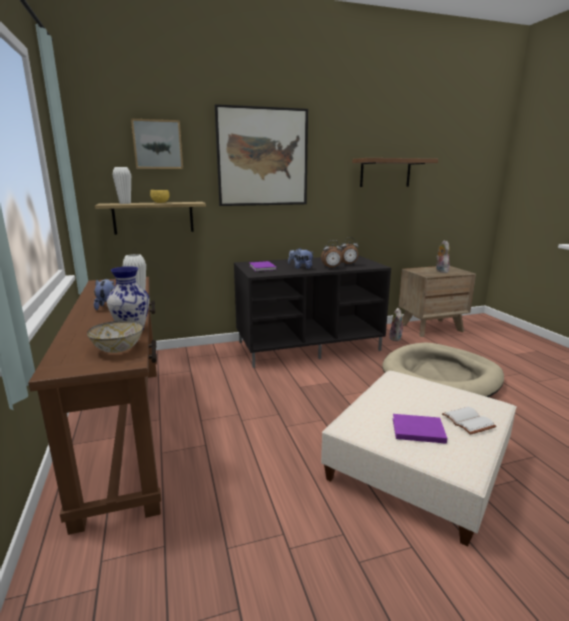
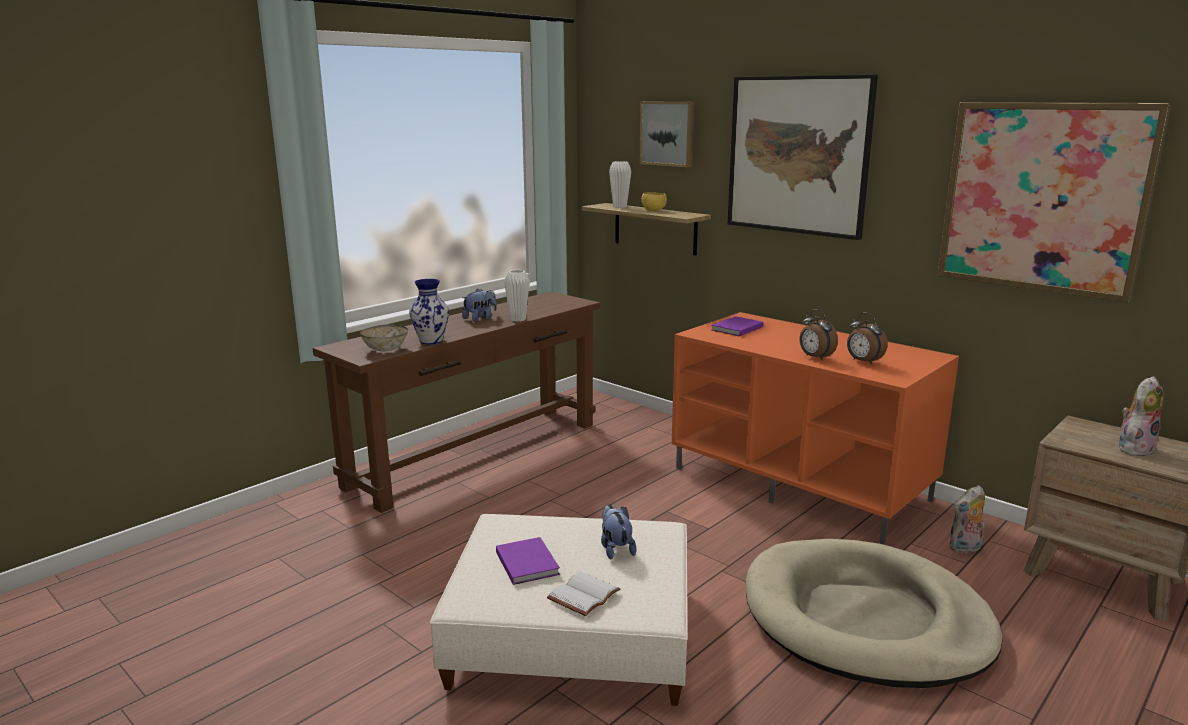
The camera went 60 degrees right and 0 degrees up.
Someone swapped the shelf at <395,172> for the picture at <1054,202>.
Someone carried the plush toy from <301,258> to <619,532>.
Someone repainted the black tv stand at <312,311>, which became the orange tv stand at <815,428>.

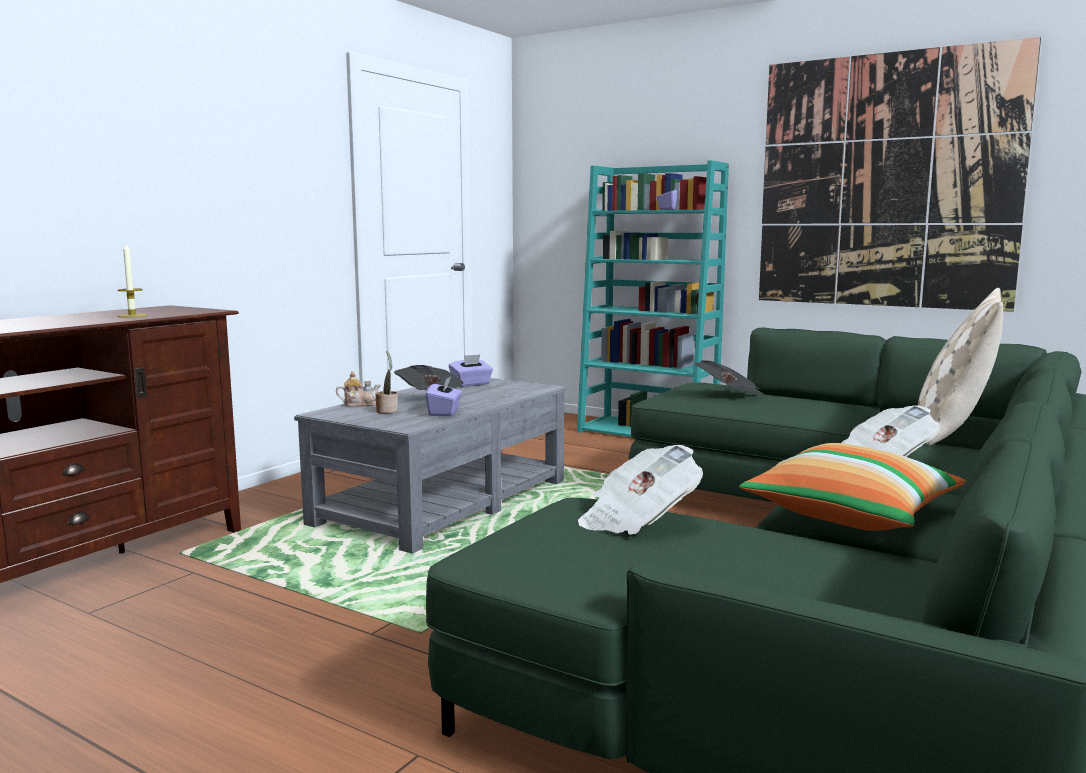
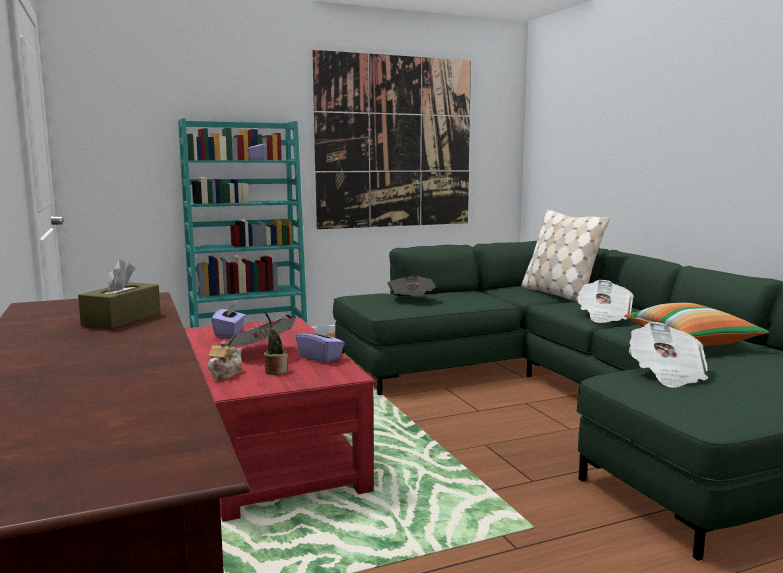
The camera went 55 degrees left and 0 degrees up.
Someone swapped the candle at <132,280> for the brown tissue box at <119,294>.
Someone repainted the grey coffee table at <430,466>, which became the red coffee table at <280,420>.

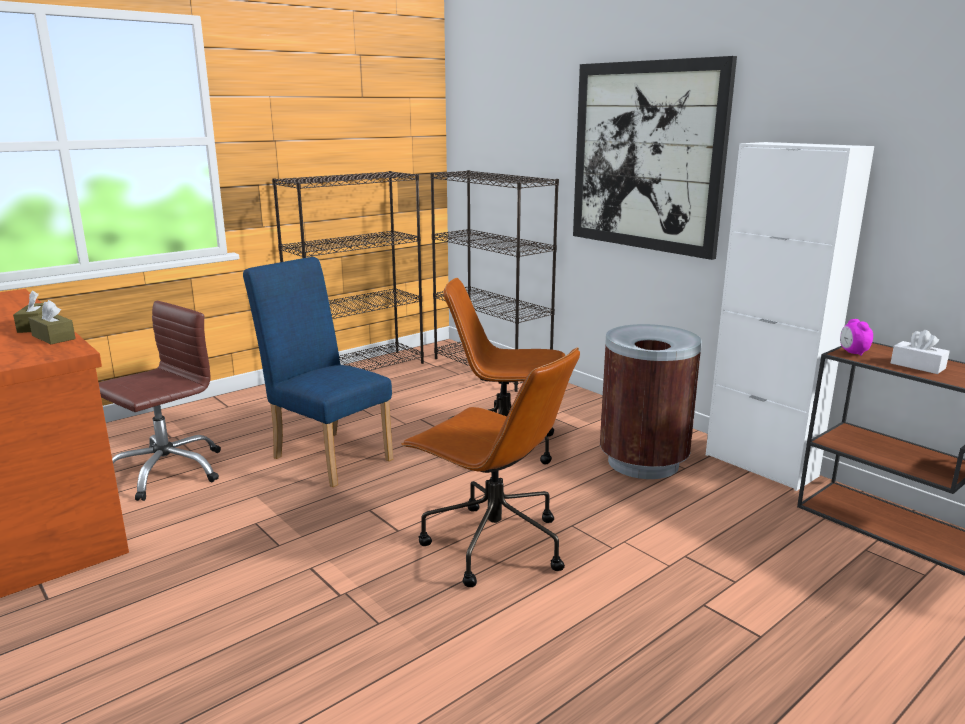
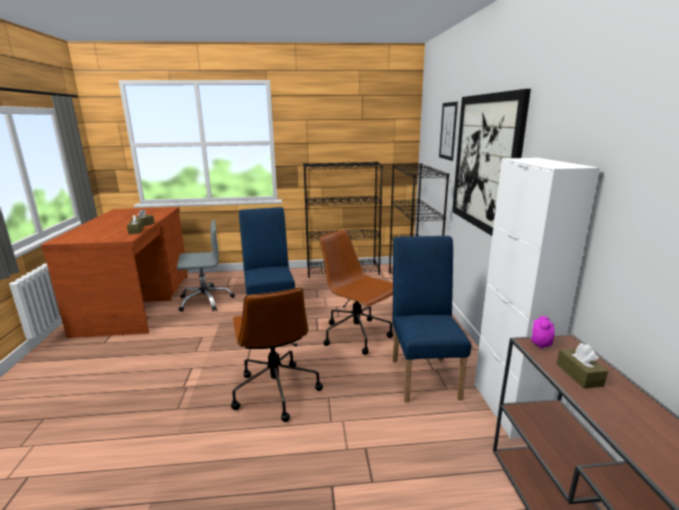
The camera went 35 degrees right and 0 degrees up.
Someone repainted the brown office chair at <160,401>, which became the grey office chair at <206,266>.
Someone swapped the brown trash can at <651,401> for the blue chair at <431,319>.
Someone repainted the white tissue box at <920,352>, which became the brown tissue box at <582,366>.
Someone put up the picture at <448,131>.

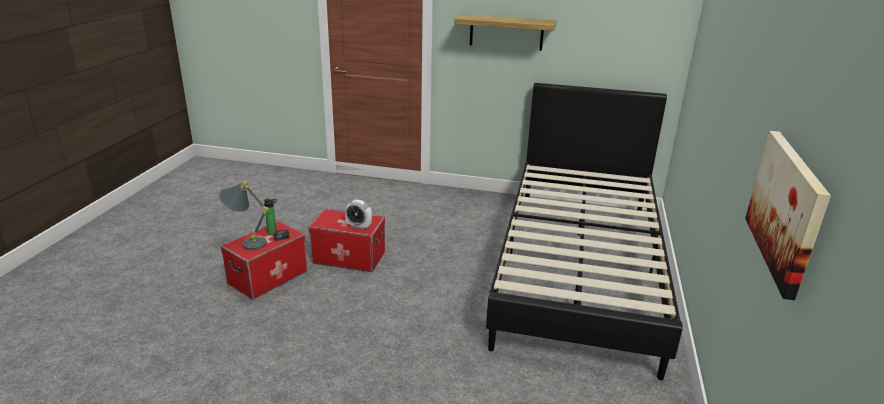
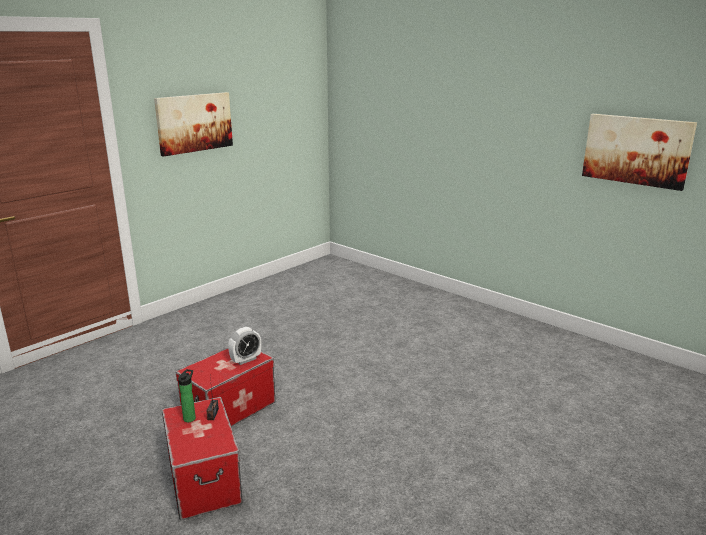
The camera went 60 degrees left and 5 degrees down.
Someone swapped the shelf at <505,32> for the picture at <193,124>.
Someone took away the black bed at <584,231>.
Someone took away the grey table lamp at <244,215>.

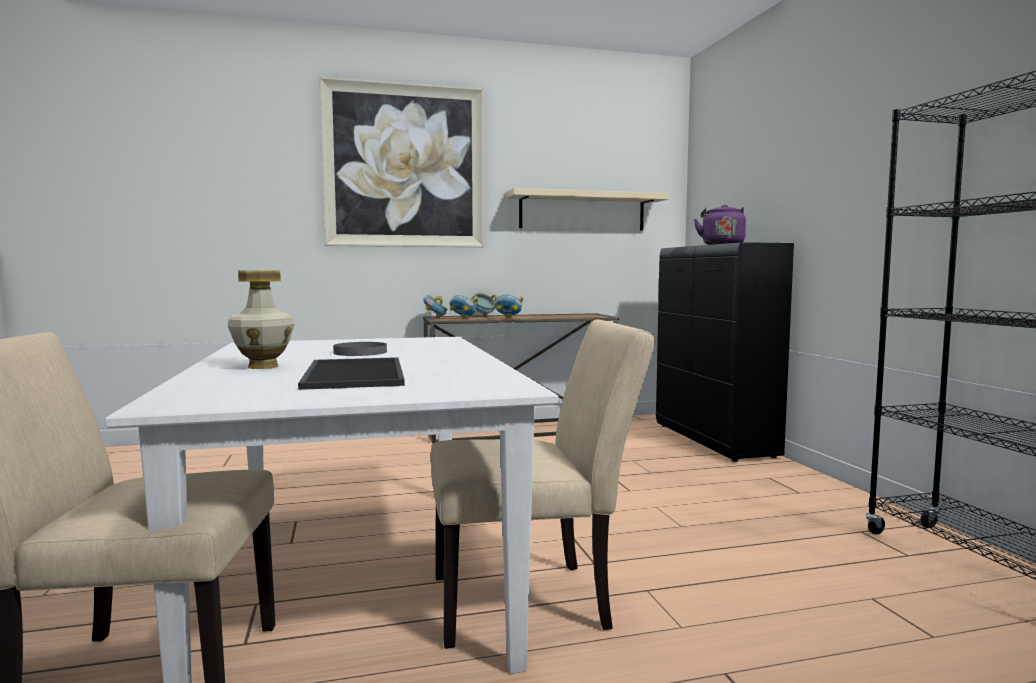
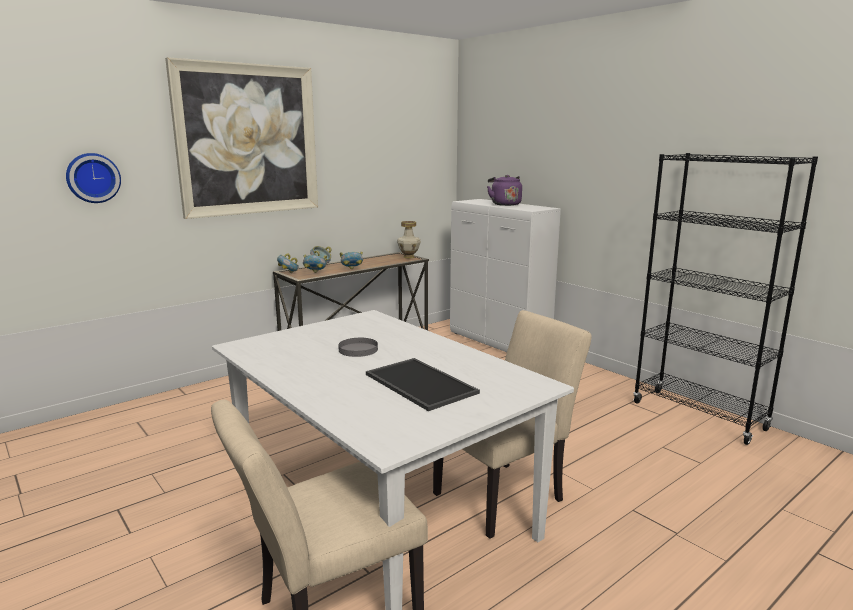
The camera went 25 degrees left and 10 degrees up.
Someone took away the beige shelf at <587,209>.
Someone repainted the black cabinet at <725,352>, which became the white cabinet at <505,275>.
Someone carried the vase from <261,319> to <409,240>.
Someone put up the wall clock at <93,178>.

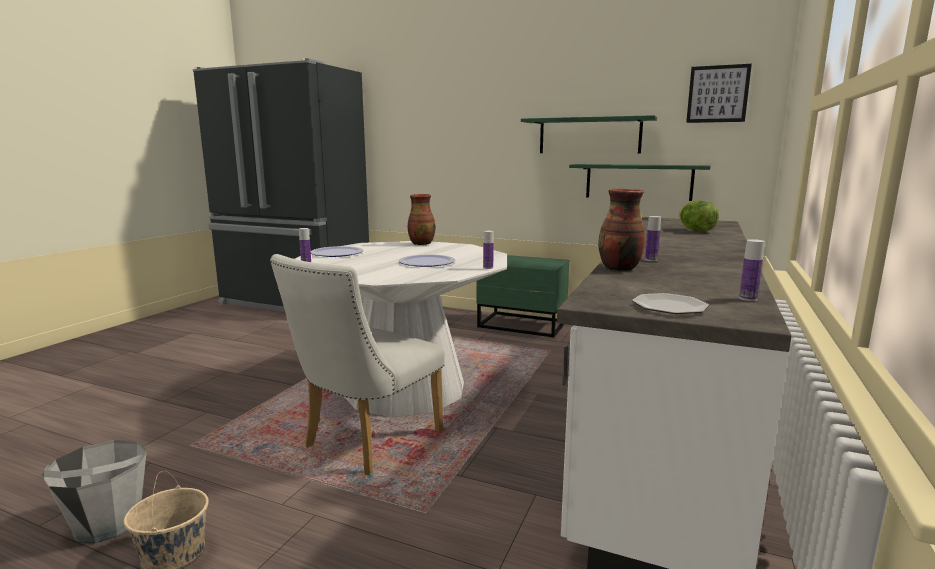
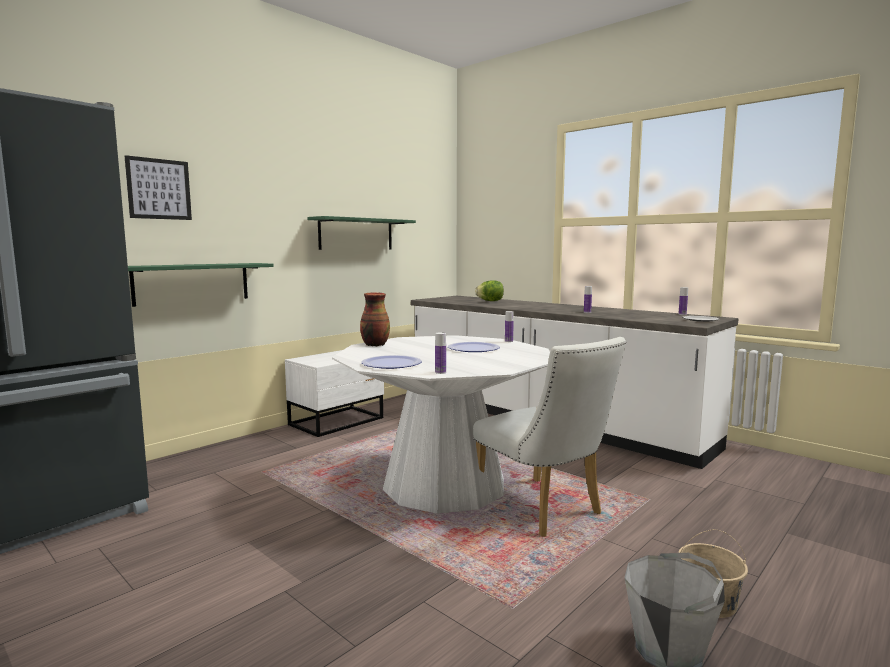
The camera went 70 degrees left and 5 degrees down.
Someone carried the picture from <719,93> to <158,187>.
Someone carried the green shelf from <639,182> to <201,285>.
Someone took away the vase at <621,230>.
Someone repainted the green nightstand at <523,296>, which became the white nightstand at <334,393>.

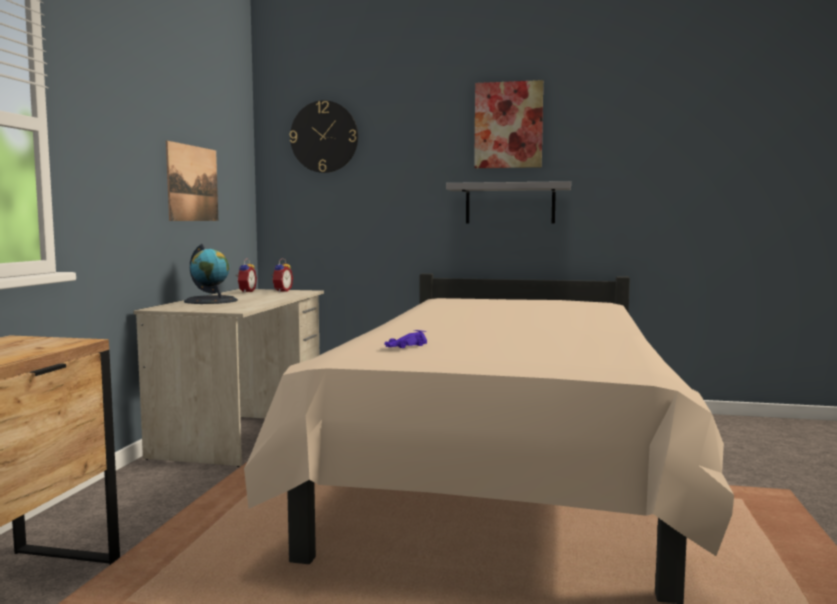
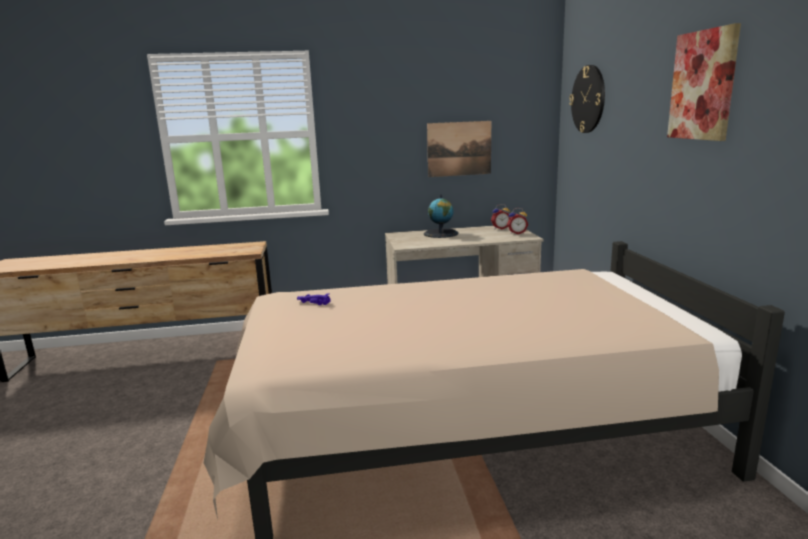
The camera went 70 degrees right and 10 degrees up.
Someone took away the grey shelf at <508,202>.

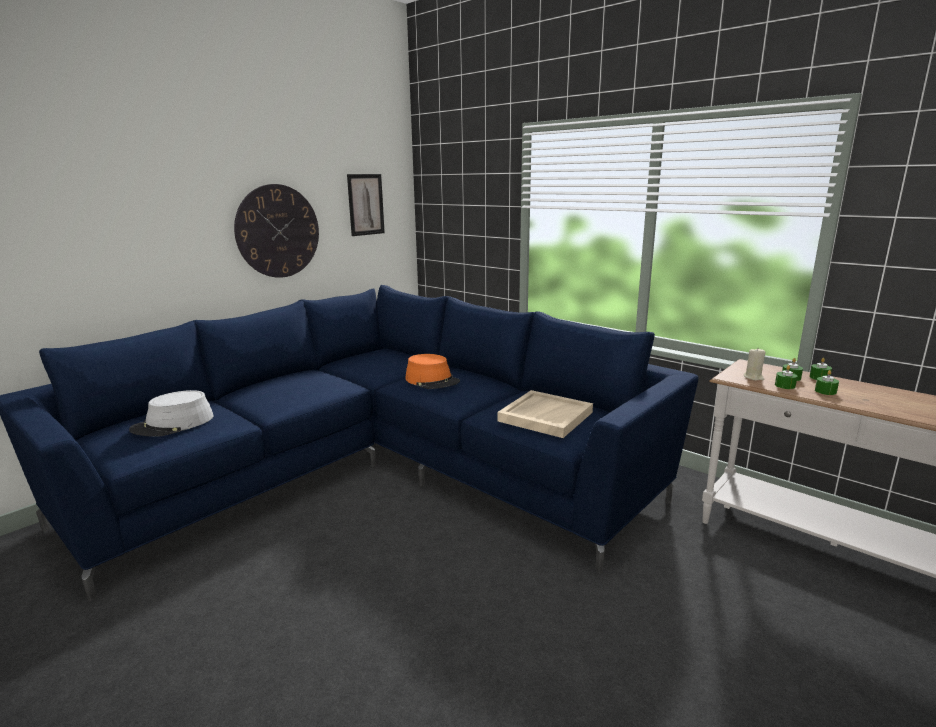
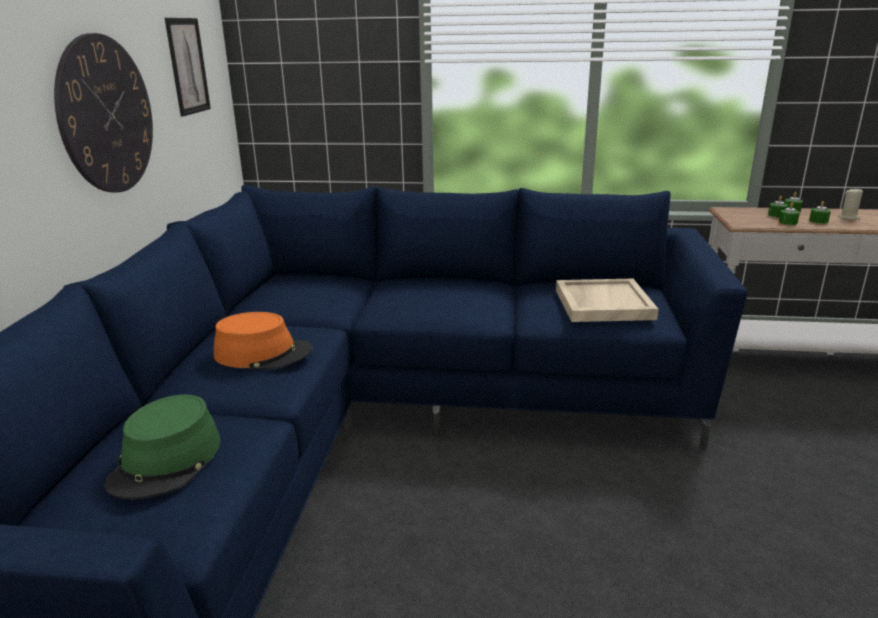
The camera went 35 degrees left and 5 degrees up.
Someone carried the beige candle from <755,364> to <850,204>.
Someone carried the orange hat from <432,371> to <263,341>.
Someone repainted the grey hat at <171,413>, which became the green hat at <163,447>.

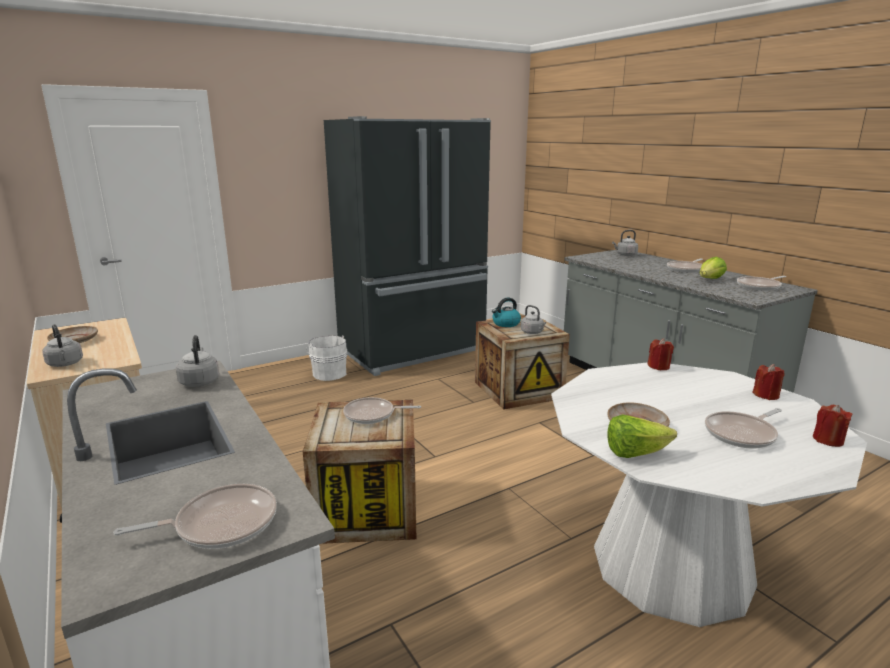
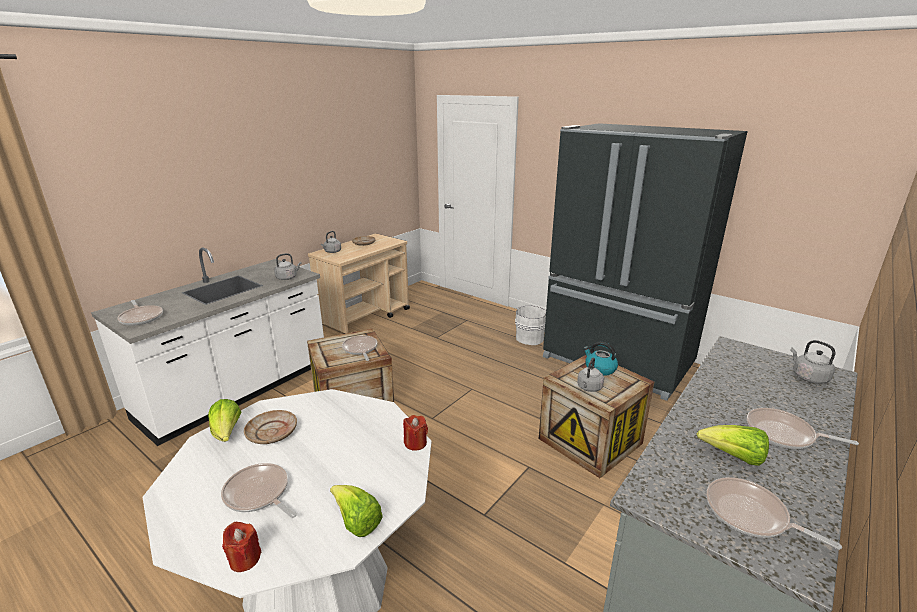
The camera went 70 degrees right and 5 degrees up.
Someone swapped the red candle at <769,382> for the lettuce at <356,511>.

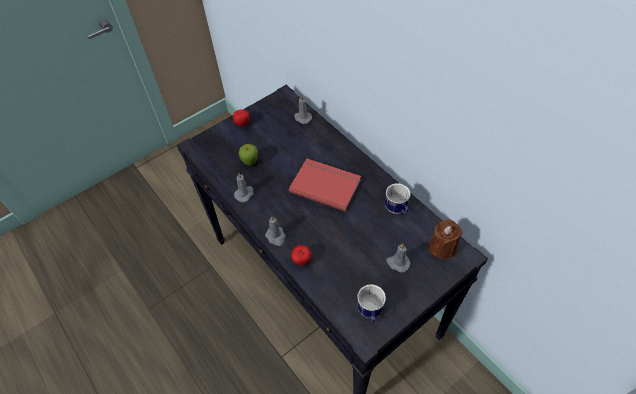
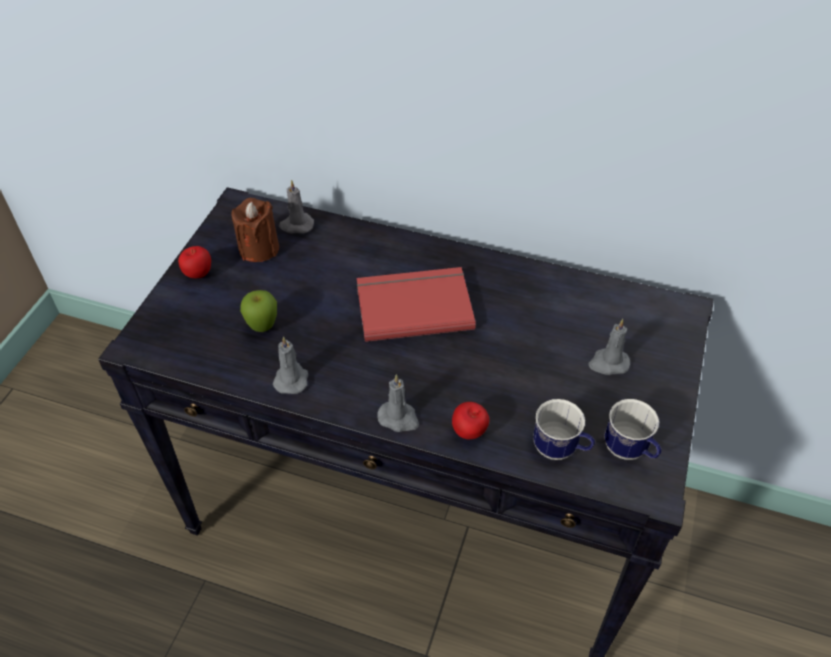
The camera went 35 degrees left and 5 degrees down.
Someone carried the mug from <397,198> to <564,429>.
Someone carried the brown candle from <446,239> to <255,230>.

